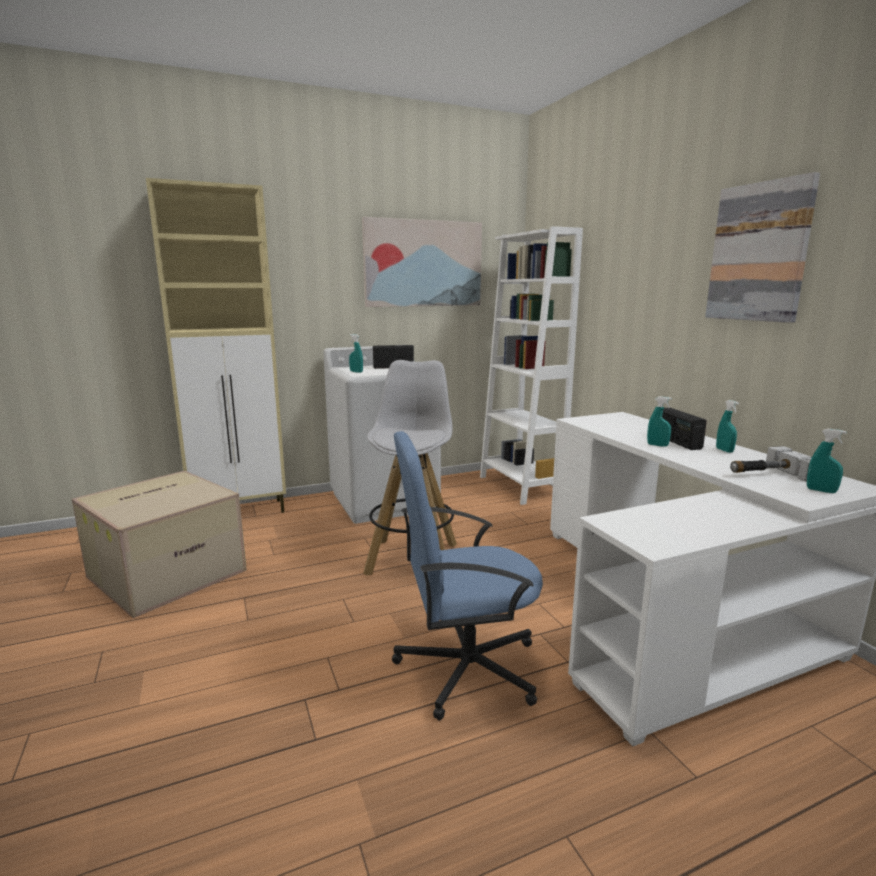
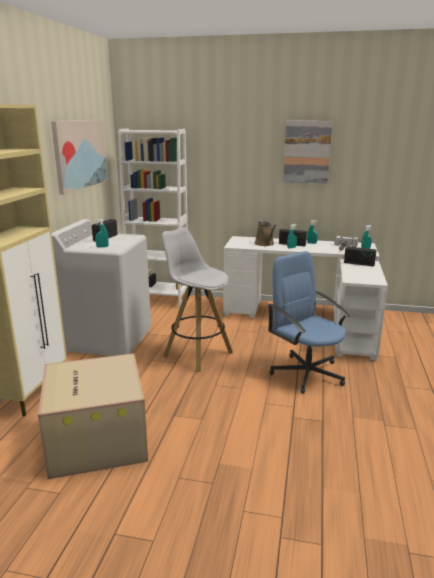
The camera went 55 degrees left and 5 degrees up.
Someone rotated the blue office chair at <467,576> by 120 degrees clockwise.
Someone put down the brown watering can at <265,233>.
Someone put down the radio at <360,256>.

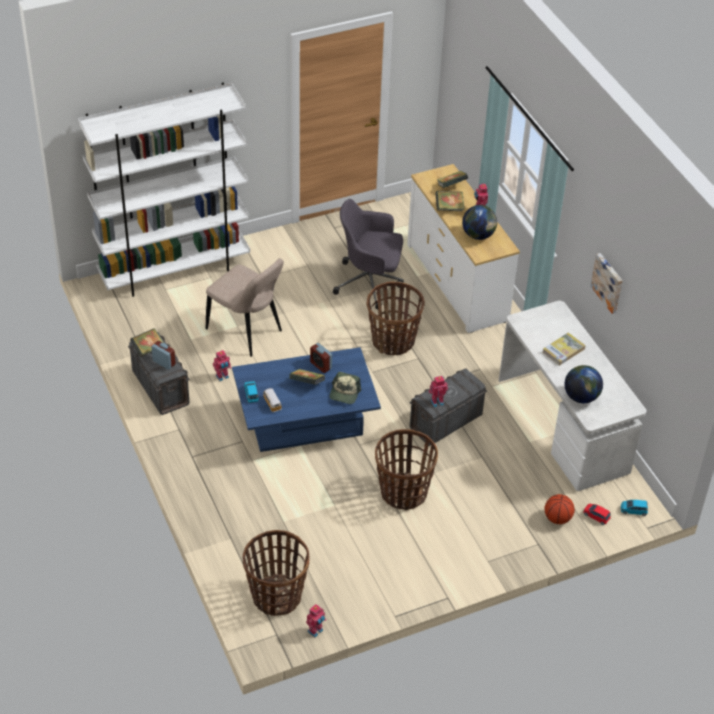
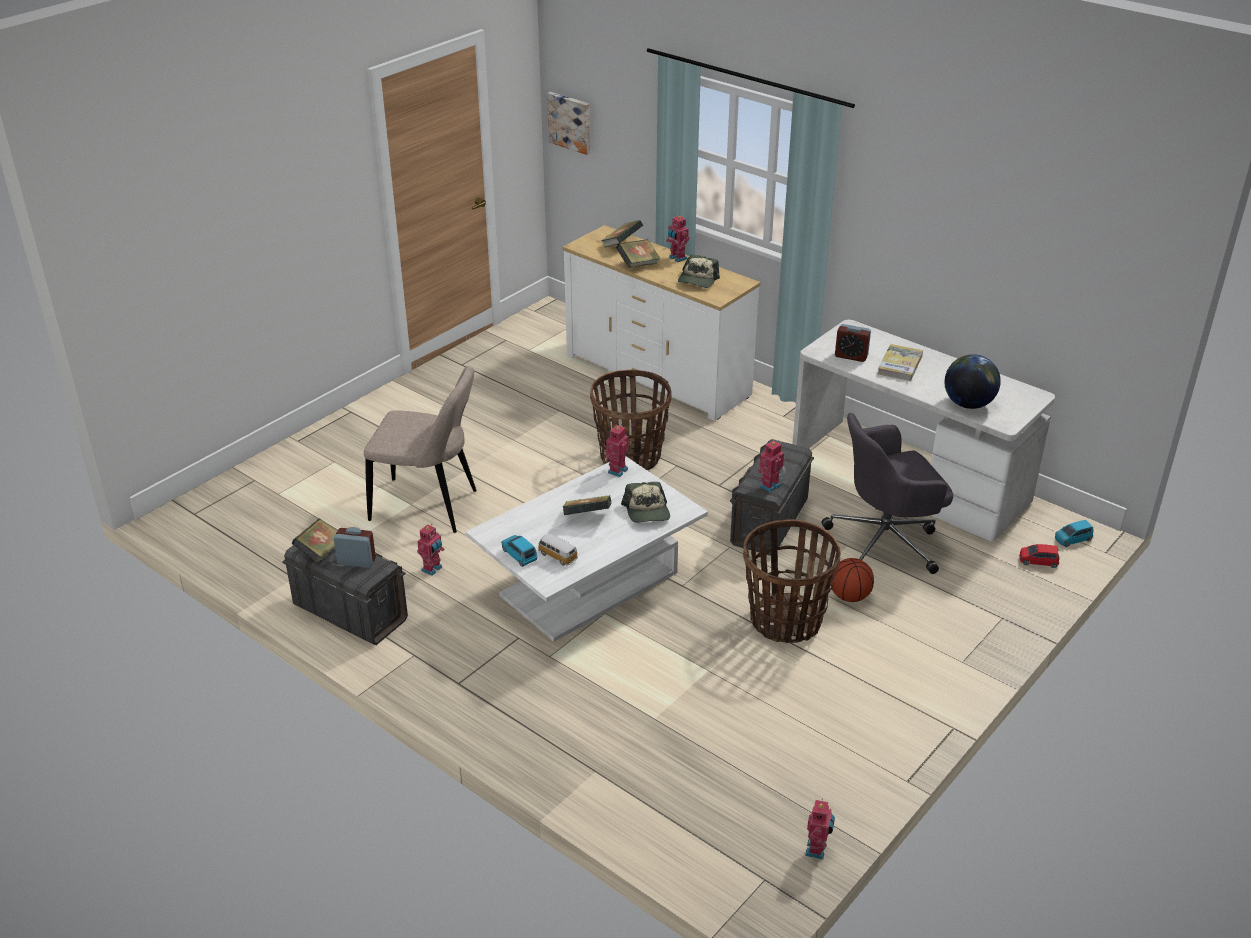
The camera went 25 degrees left and 10 degrees down.
Someone took away the white bookcase at <164,189>.
Someone carried the grey office chair from <368,254> to <887,493>.
Someone swapped the globe at <479,222> for the cap at <699,271>.
Someone carried the picture from <606,283> to <568,123>.
Someone carried the alarm clock from <321,358> to <853,343>.
Someone repainted the blue coffee table at <306,399>, which became the white coffee table at <587,549>.
Someone carried the basketball from <559,509> to <852,580>.
Someone took away the basket at <276,573>.
Someone put down the toy robot at <616,450>.

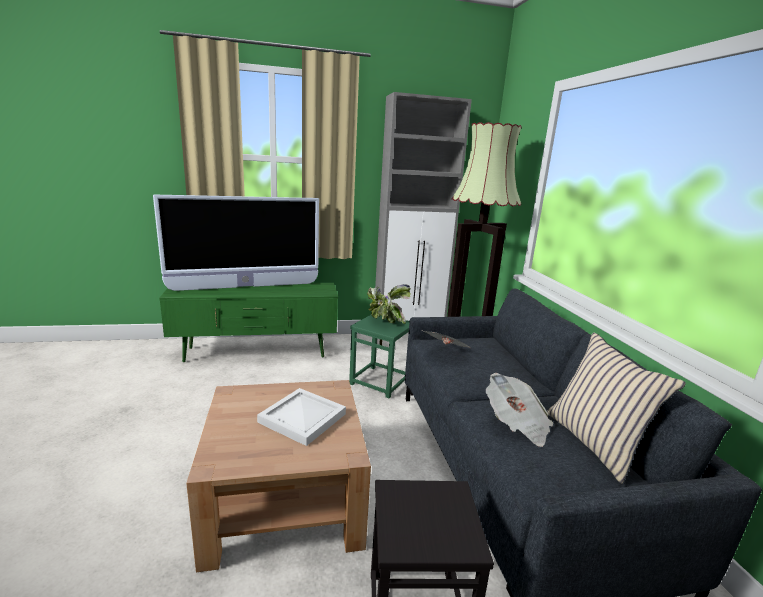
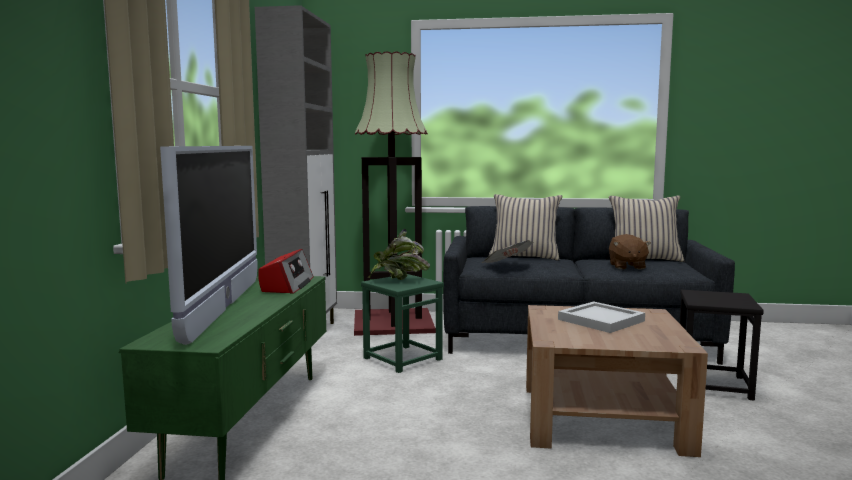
The camera went 70 degrees left and 10 degrees down.
Someone swapped the newspaper at <519,410> for the brown plush toy at <630,251>.
Someone put down the beige pillow at <525,227>.
Someone put down the radio at <286,271>.

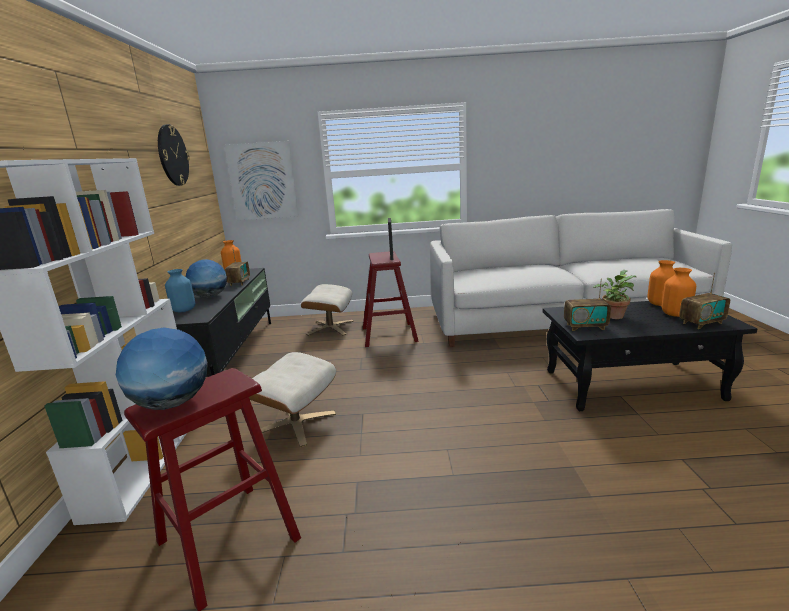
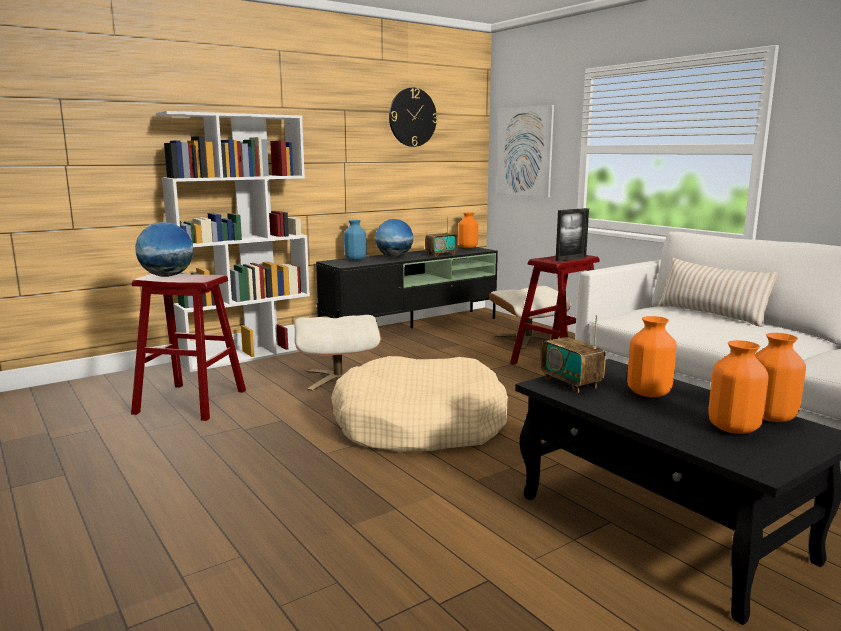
The camera went 55 degrees right and 5 degrees down.
Someone swapped the potted plant at <614,294> for the orange vase at <652,356>.
Someone took away the radio at <704,301>.
Someone put down the beige pillow at <718,292>.
Someone put down the beige dog bed at <419,404>.

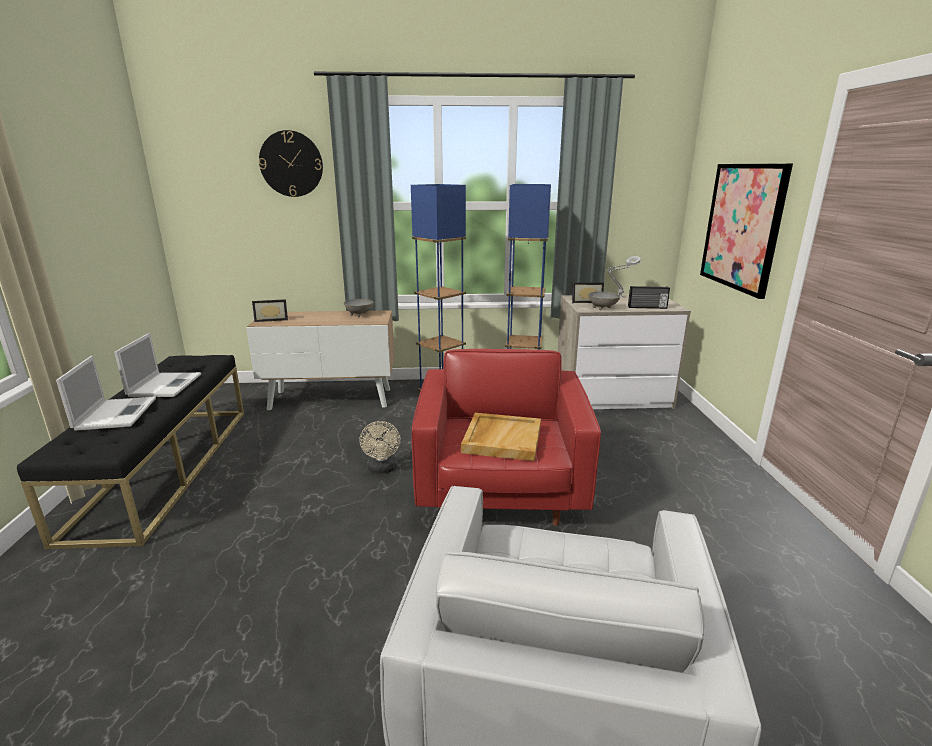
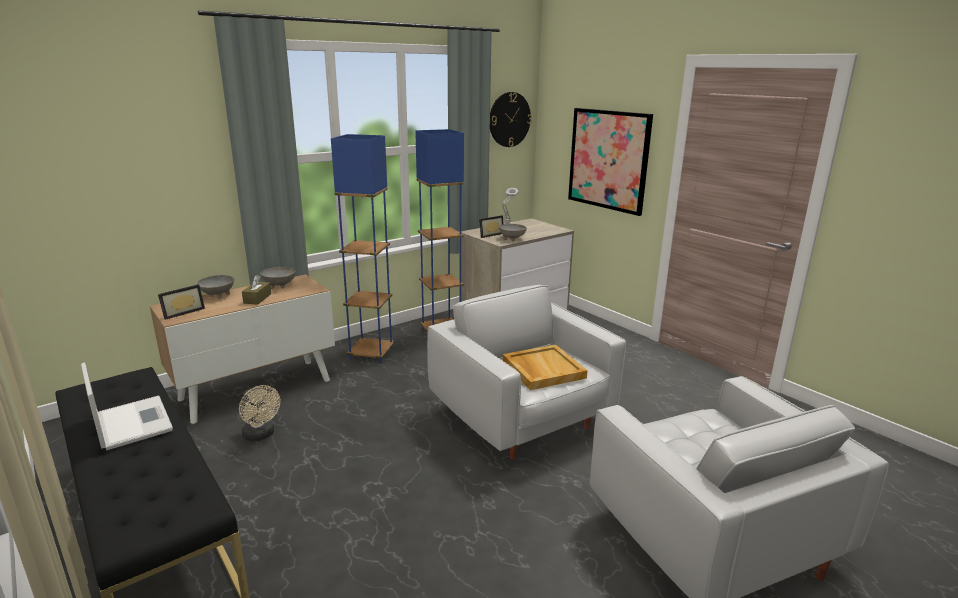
The camera went 35 degrees left and 0 degrees up.
Someone carried the wall clock from <291,163> to <511,119>.
Someone took away the radio at <649,297>.
Someone repainted the red armchair at <506,437>, which became the white armchair at <526,372>.
Someone took away the laptop at <106,393>.
Someone carried the beige fan from <380,447> to <259,413>.
Someone put down the grey bowl at <215,287>.
Someone put down the brown tissue box at <256,289>.

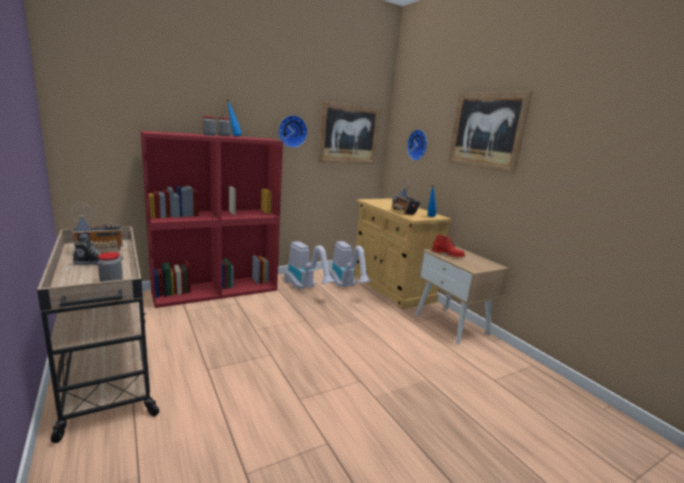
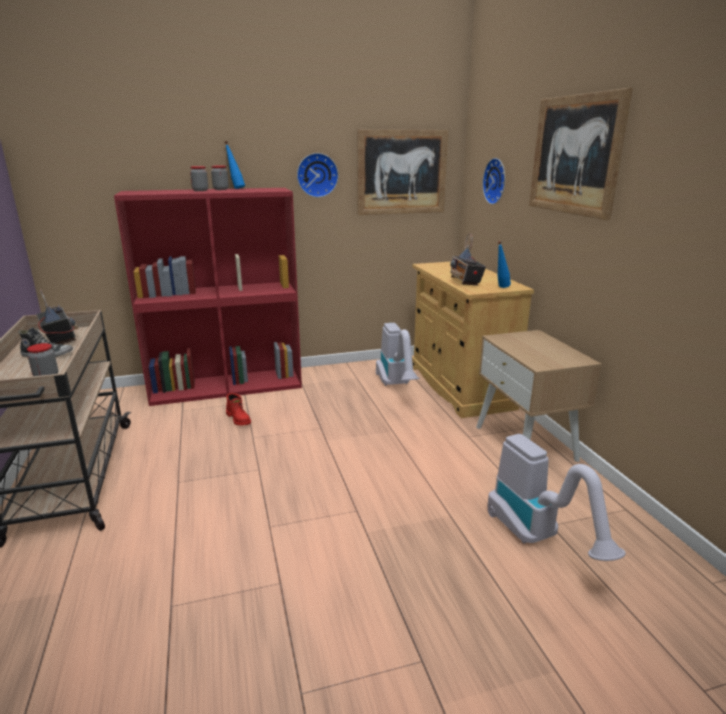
The camera went 15 degrees right and 5 degrees up.
Someone rotated the radio at <97,226> by 105 degrees counterclockwise.
Someone carried the red boot from <448,246> to <238,409>.
Someone carried the vacuum cleaner from <309,265> to <556,497>.

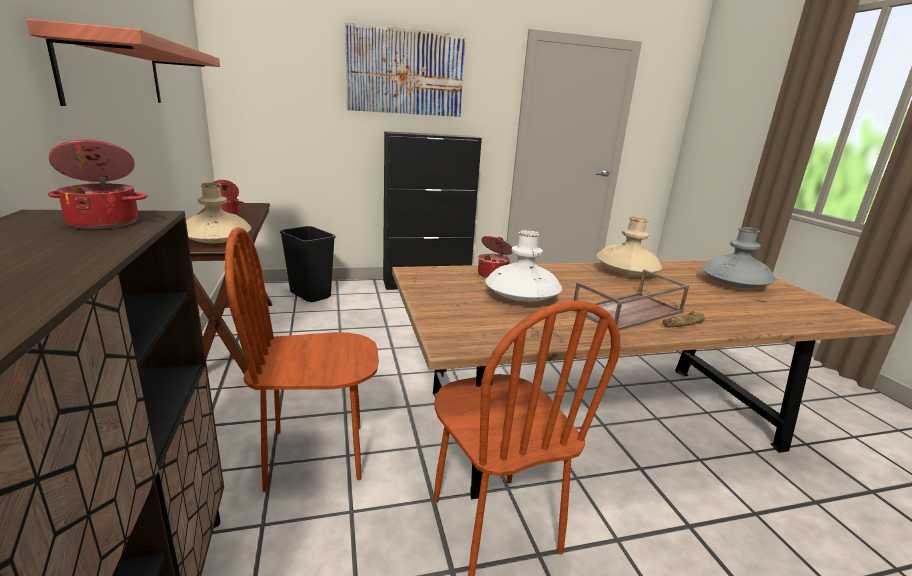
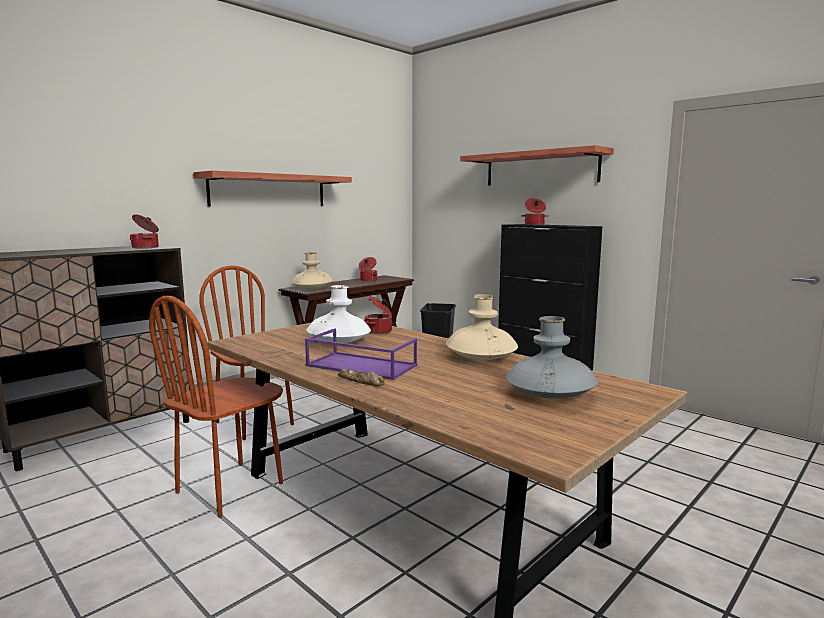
The camera went 60 degrees right and 10 degrees down.
Someone swapped the picture at <405,69> for the shelf at <537,165>.
Someone repainted the brown tray at <631,300>, which became the purple tray at <361,354>.
Someone put down the cooking pot at <535,211>.

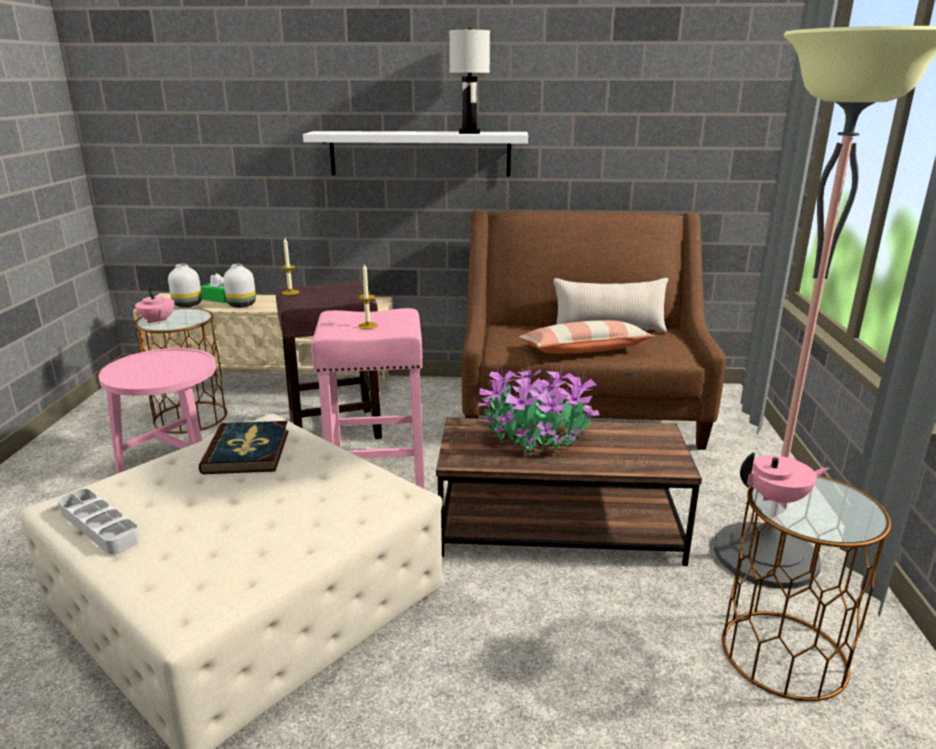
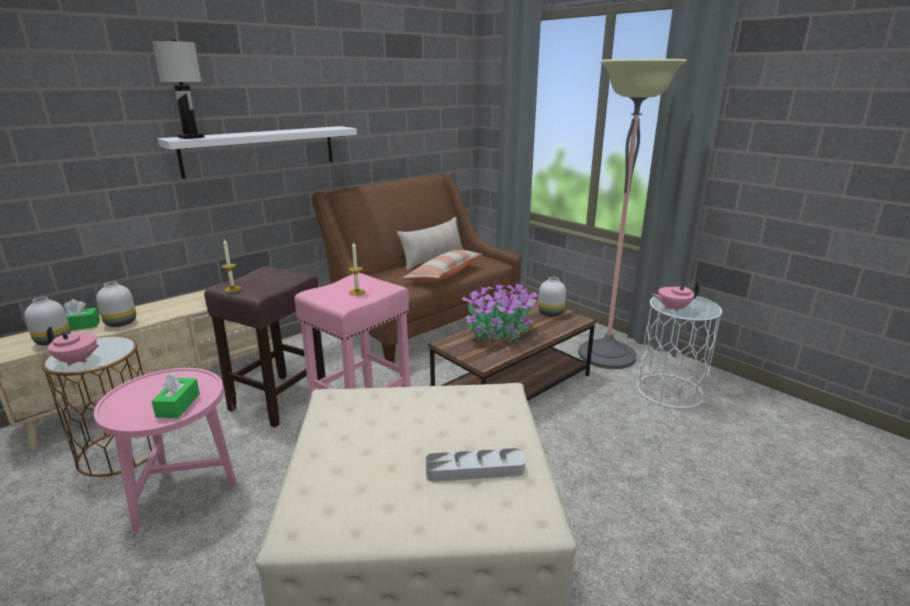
The camera went 45 degrees left and 0 degrees up.
Someone carried the white table lamp from <469,81> to <178,89>.
Someone took away the book at <244,447>.
Someone rotated the pink teapot at <784,480> by 135 degrees counterclockwise.
Someone repainted the brown side table at <806,588>, which became the white side table at <679,352>.
Someone carried the grey tray from <99,522> to <475,465>.
Someone put down the white vase at <552,296>.
Someone put down the green tissue box at <175,395>.

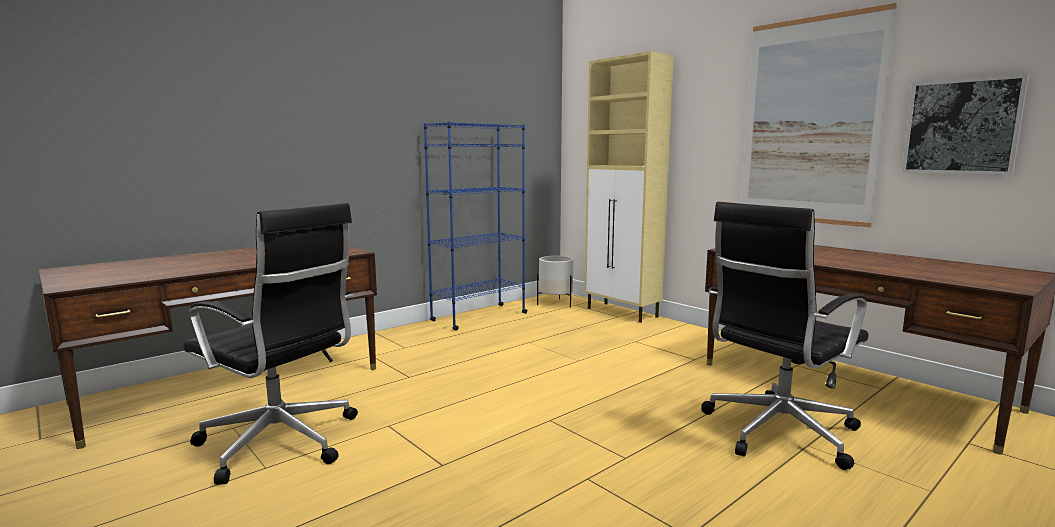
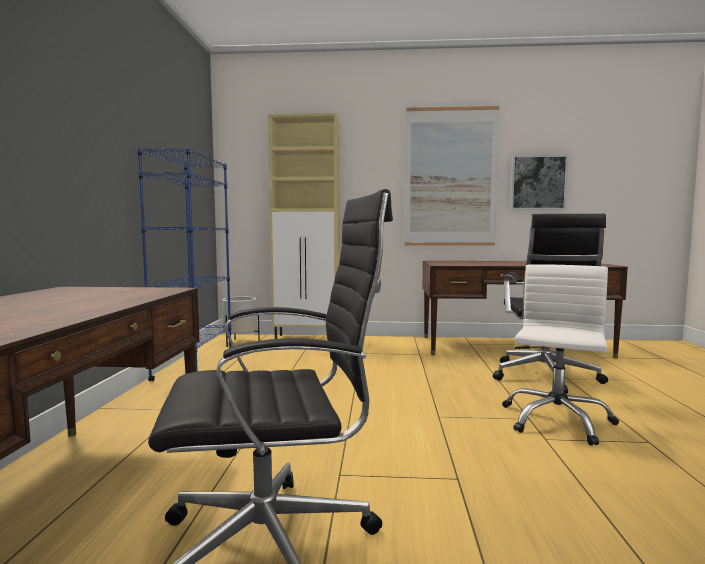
The camera went 45 degrees left and 5 degrees down.
Someone put down the white office chair at <560,354>.

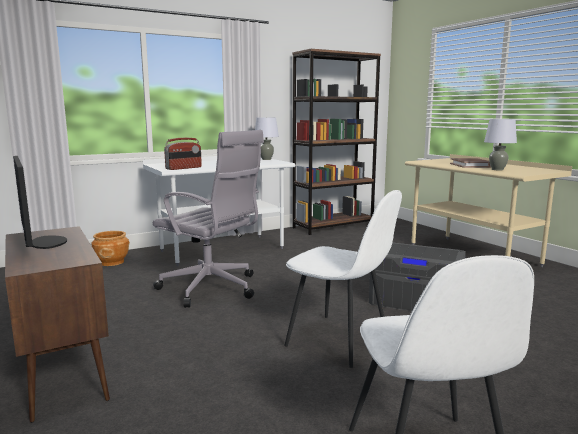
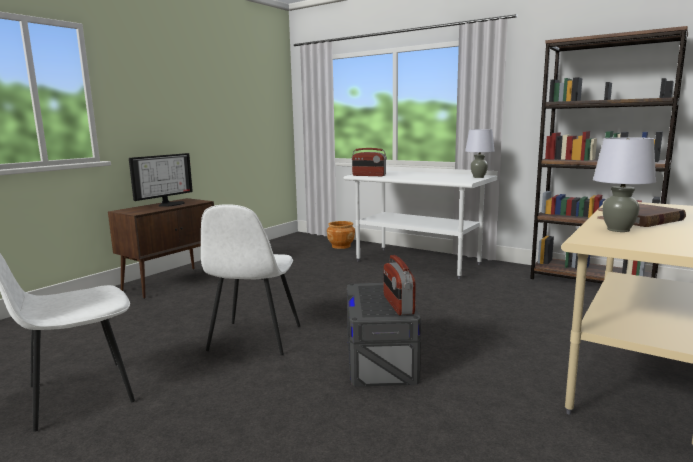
The camera went 65 degrees right and 0 degrees up.
Someone took away the grey office chair at <208,219>.
Someone put down the radio at <400,285>.

